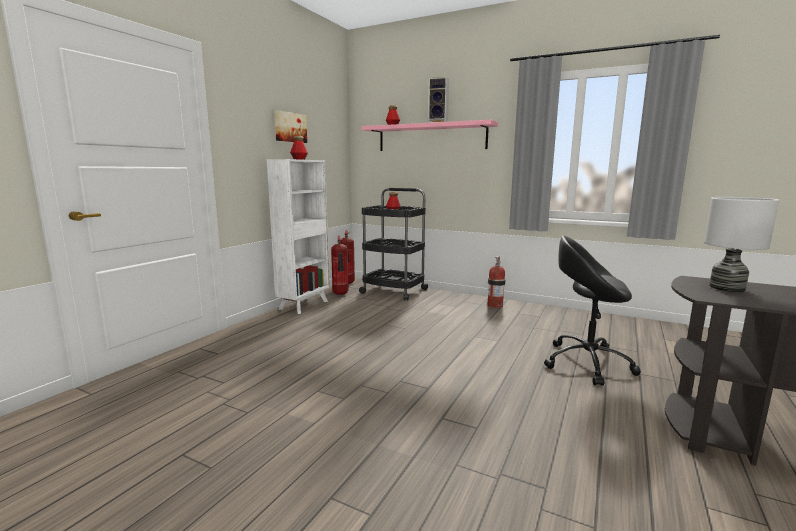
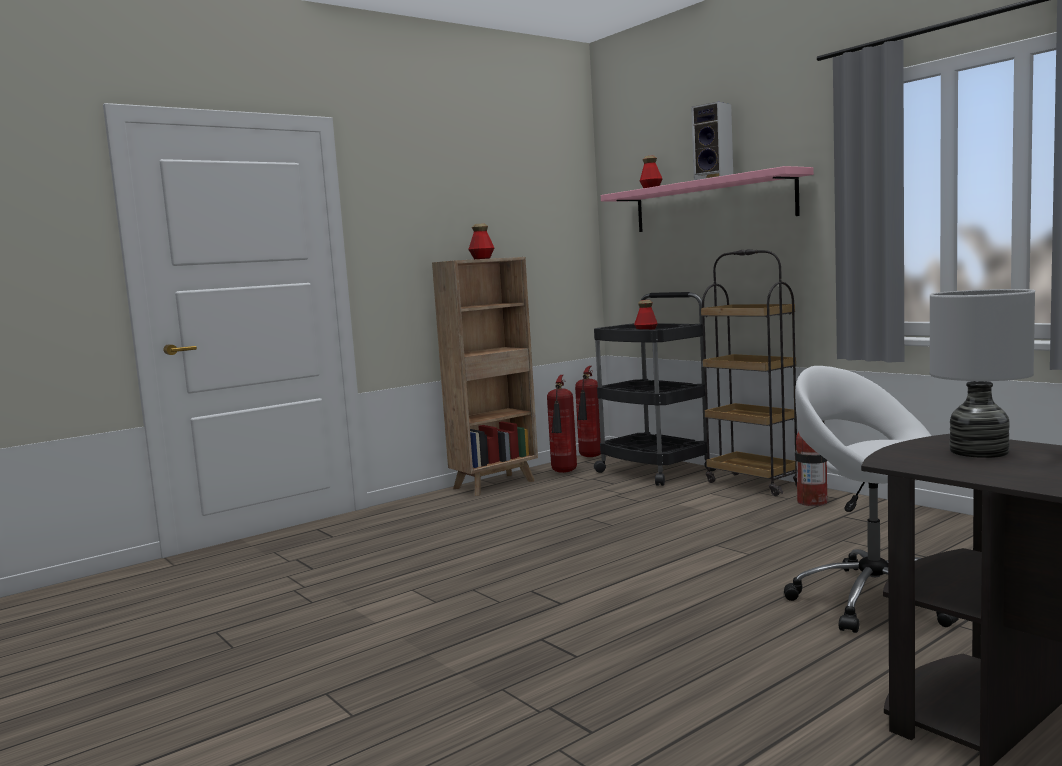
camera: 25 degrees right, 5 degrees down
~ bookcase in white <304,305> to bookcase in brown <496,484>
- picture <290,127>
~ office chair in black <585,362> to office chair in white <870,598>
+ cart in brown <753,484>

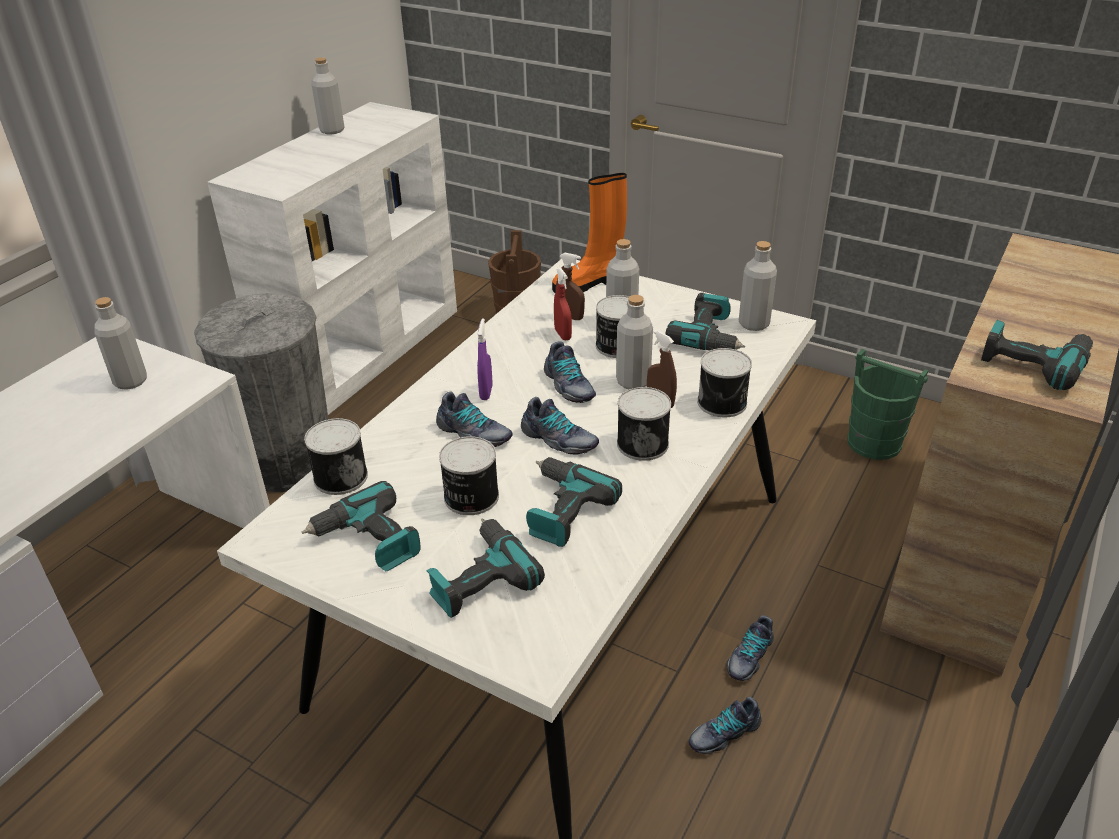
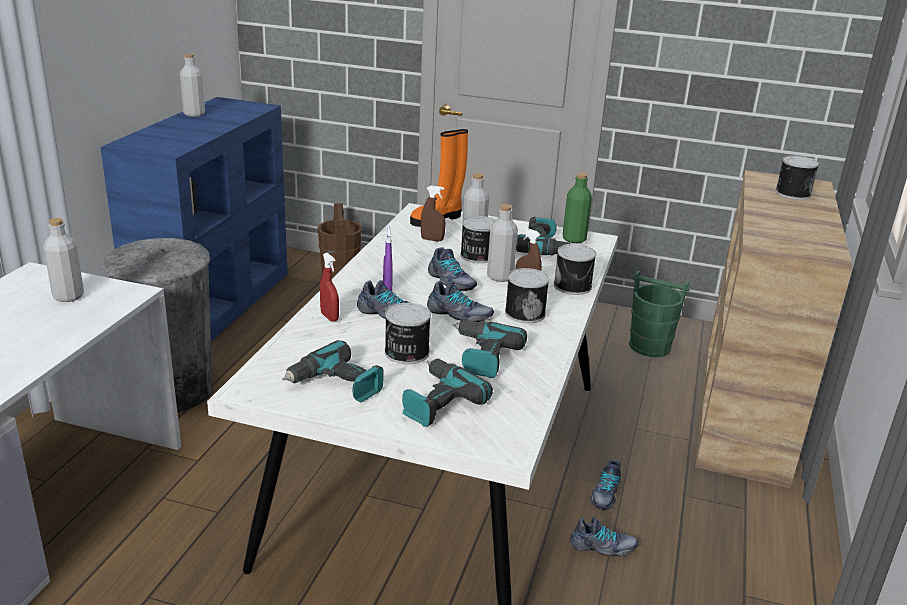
camera: 15 degrees left, 10 degrees down
~ bookcase in white <362,349> to bookcase in blue <212,304>
~ can <340,476> to <792,193>
~ spray bottle in red <563,335> to <329,317>
~ shoe <723,733> = <603,547> 135 degrees counterclockwise
~ bottle in grey <754,324> to bottle in green <574,239>
- power drill <1033,362>

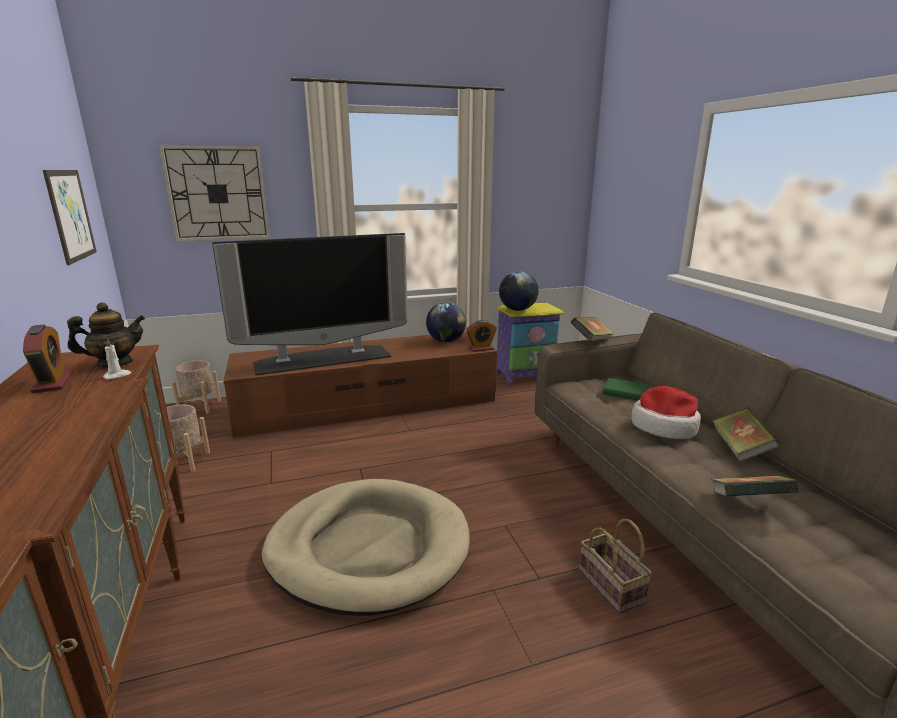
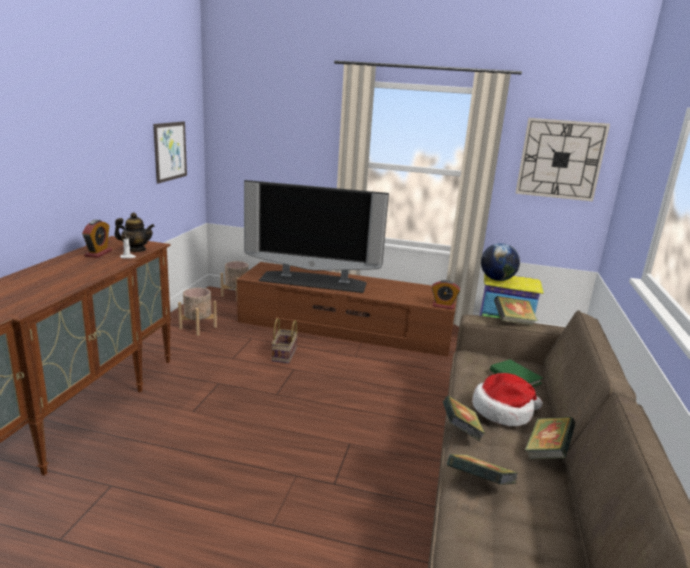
camera: 30 degrees right, 0 degrees up
~ wall clock <217,193> to <560,159>
- dog bed in beige <368,548>
- globe <446,341>
~ basket <613,587> to <284,355>
+ book <460,431>

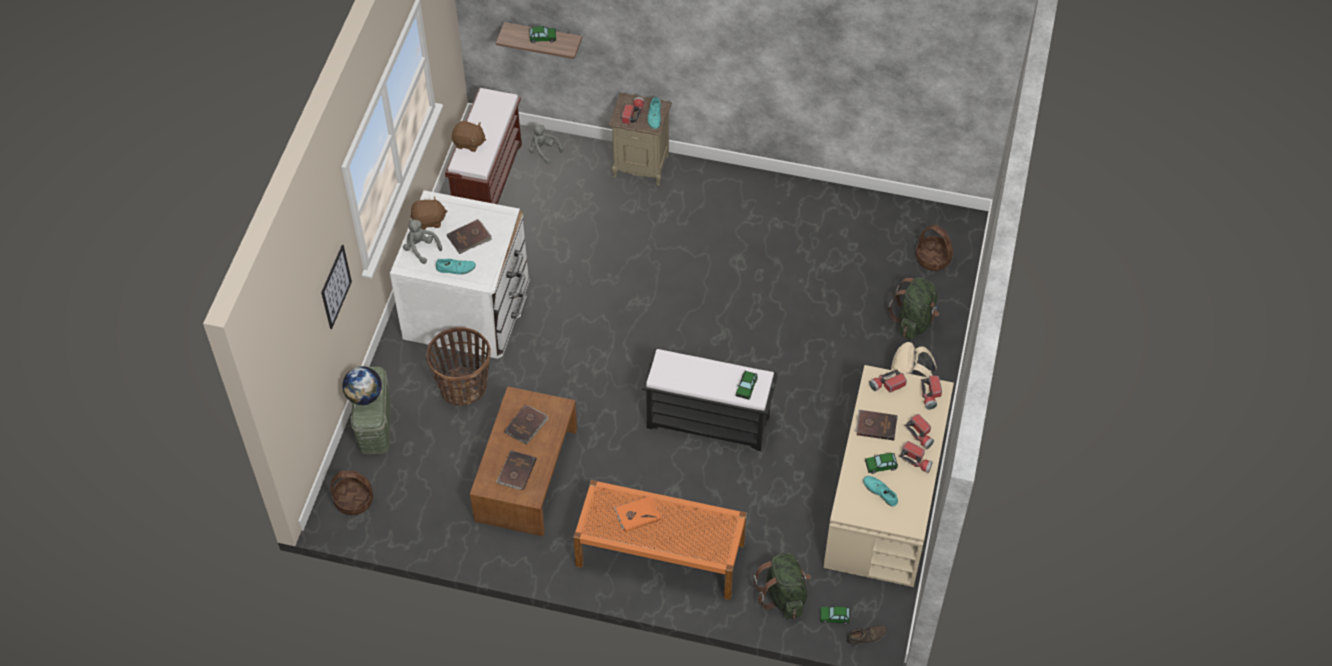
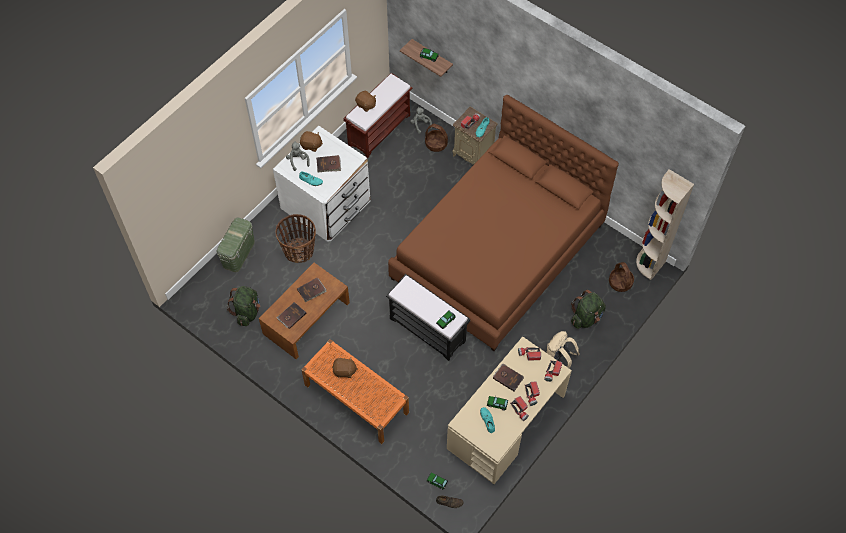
camera: 25 degrees right, 5 degrees up
- picture <336,286>
~ basket <354,500> to <436,144>
- globe <364,396>
~ book in orange <637,514> to plush toy in brown <344,371>
~ backpack in green <783,595> to <247,311>
+ bed in brown <498,251>
+ bookcase in beige <647,265>

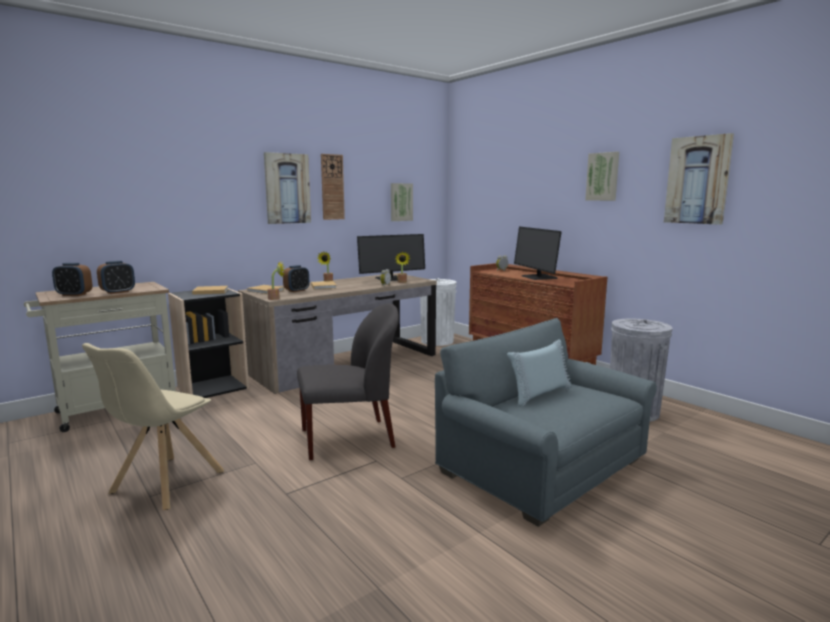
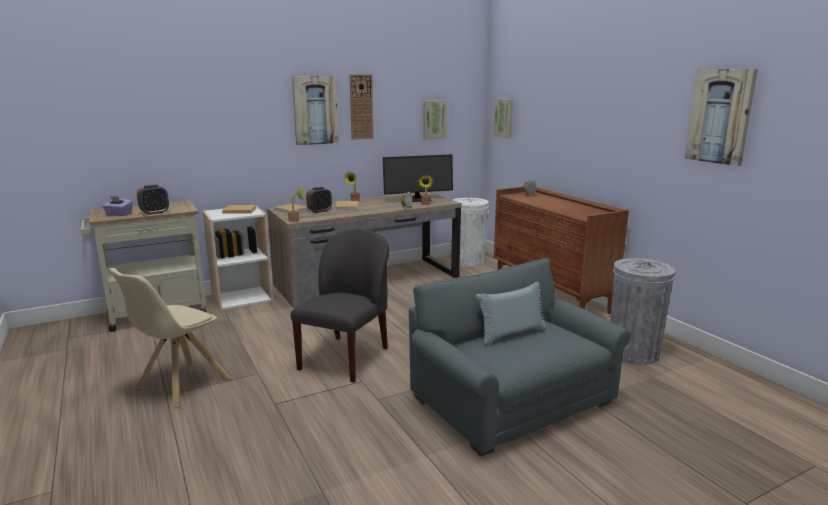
camera: 10 degrees right, 5 degrees up
~ alarm clock <74,295> to tissue box in purple <118,214>
~ bookcase in black <213,387> to bookcase in white <243,298>
~ chair in grey <350,438> = <346,358> 60 degrees counterclockwise
- monitor <538,277>
~ picture <603,176> to <504,118>

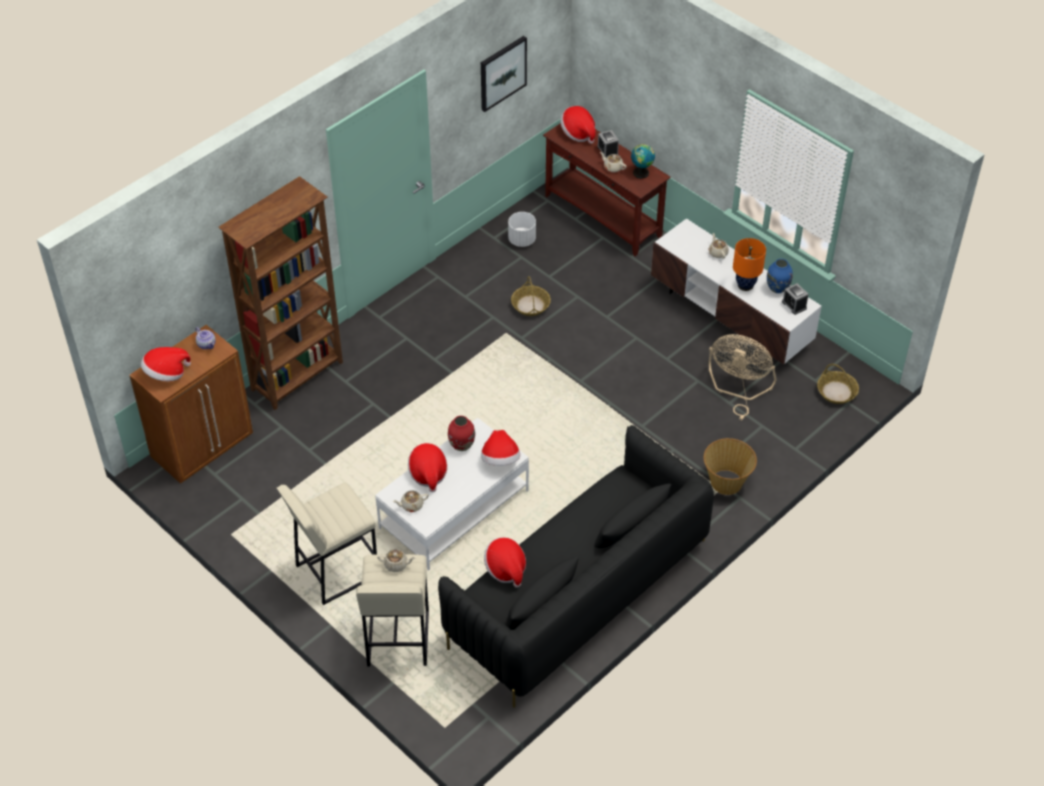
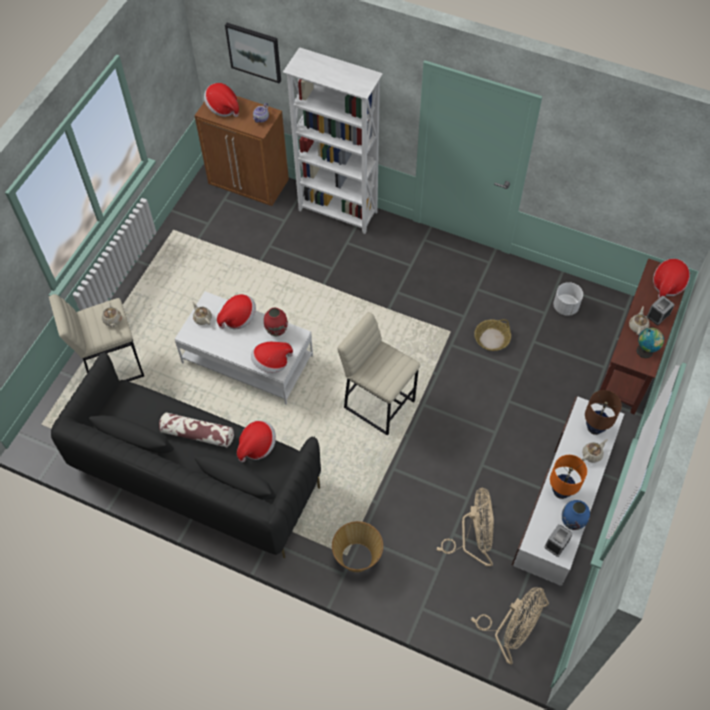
camera: 70 degrees right, 10 degrees up
~ bookcase in brown <298,376> to bookcase in white <338,212>
~ stool in beige <335,572> to <377,403>
~ picture <502,73> to <254,52>
~ hat <505,568> to <257,446>
~ basket <836,392> to fan in beige <511,628>
+ pillow <197,434>
+ table lamp in brown <595,427>

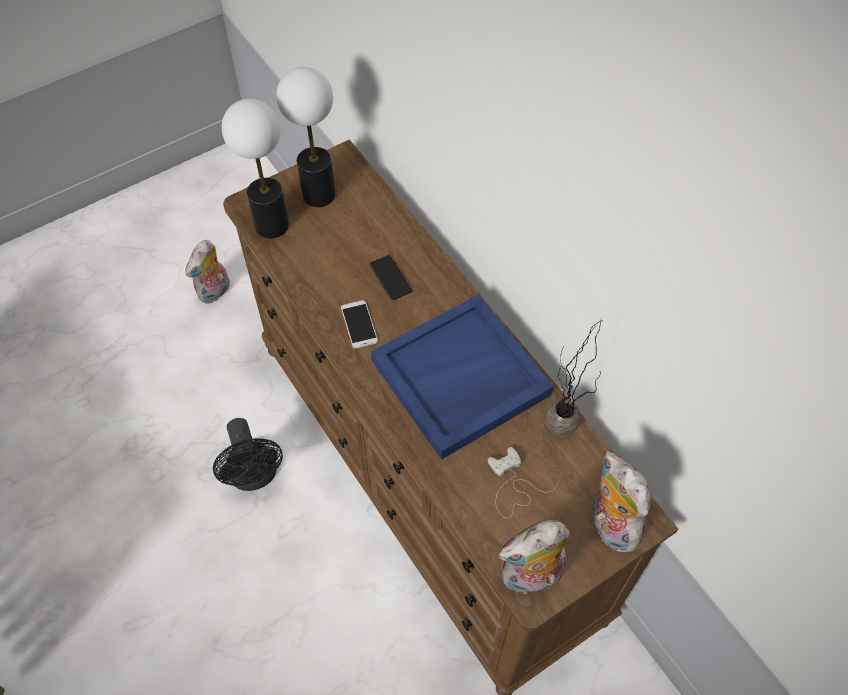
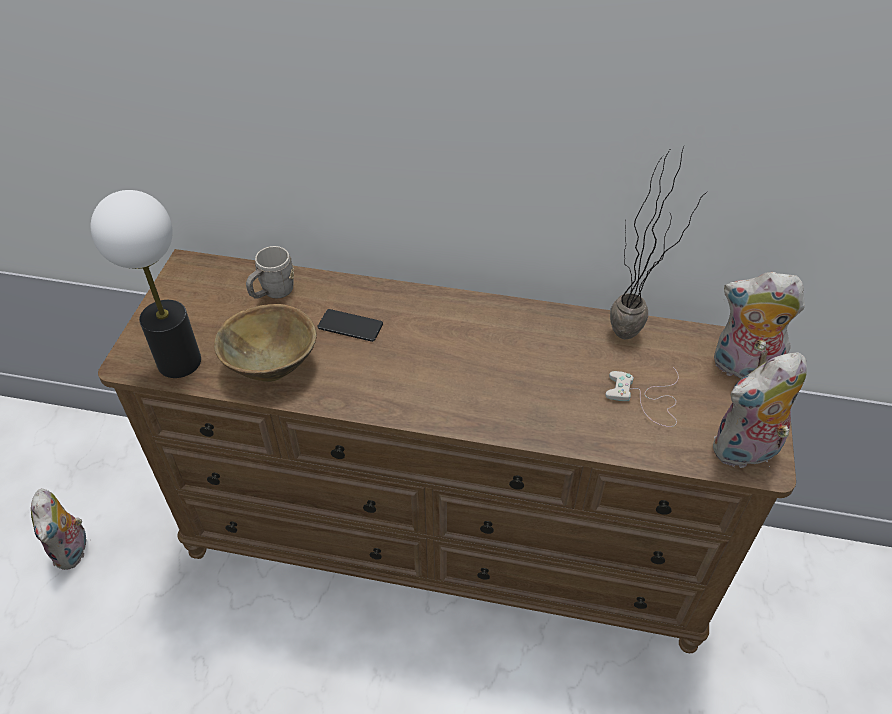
camera: 45 degrees left, 10 degrees down
- fan in black <255,476>
- table lamp <318,194>
- phone <359,324>
- tray in blue <460,379>
~ plush toy <531,577> = <745,452> 45 degrees clockwise
+ bowl in brown <272,365>
+ mug in grey <272,293>

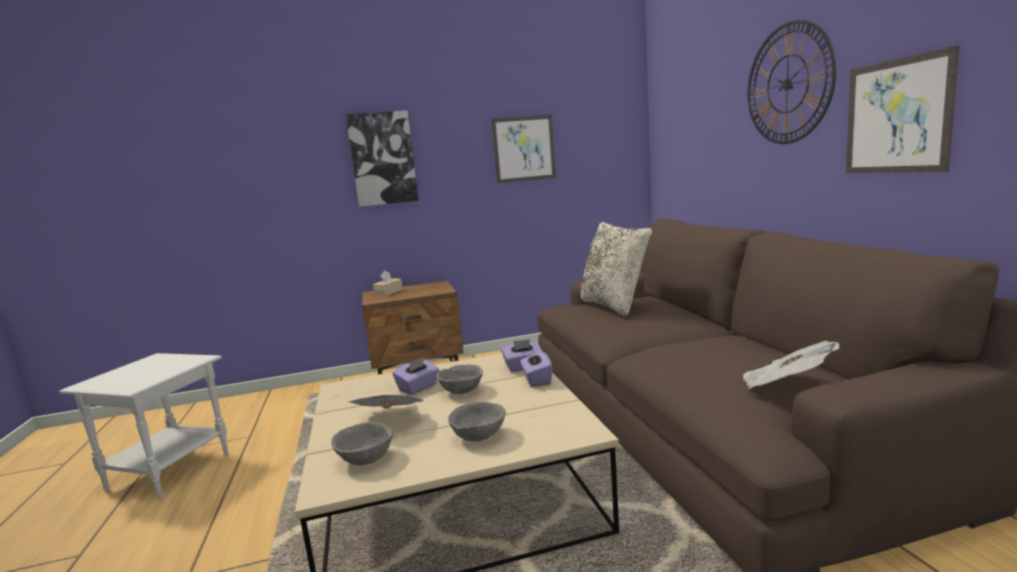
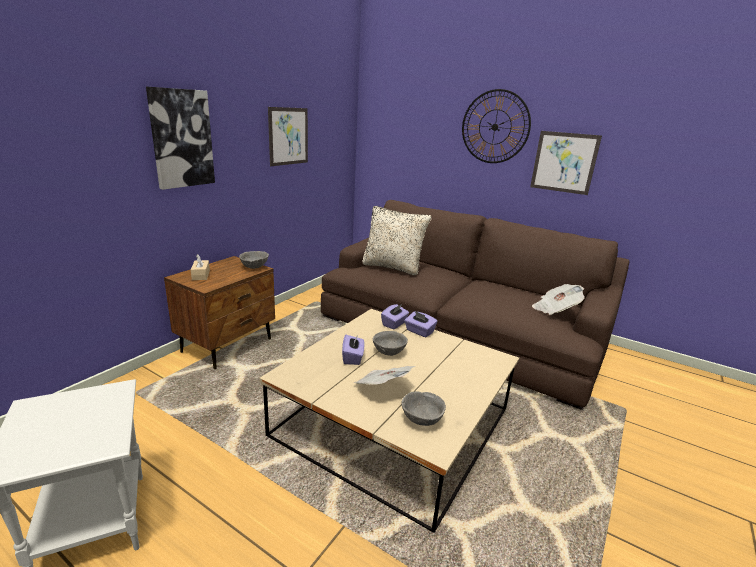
camera: 45 degrees left, 10 degrees up
~ bowl in grey <479,437> to <255,267>

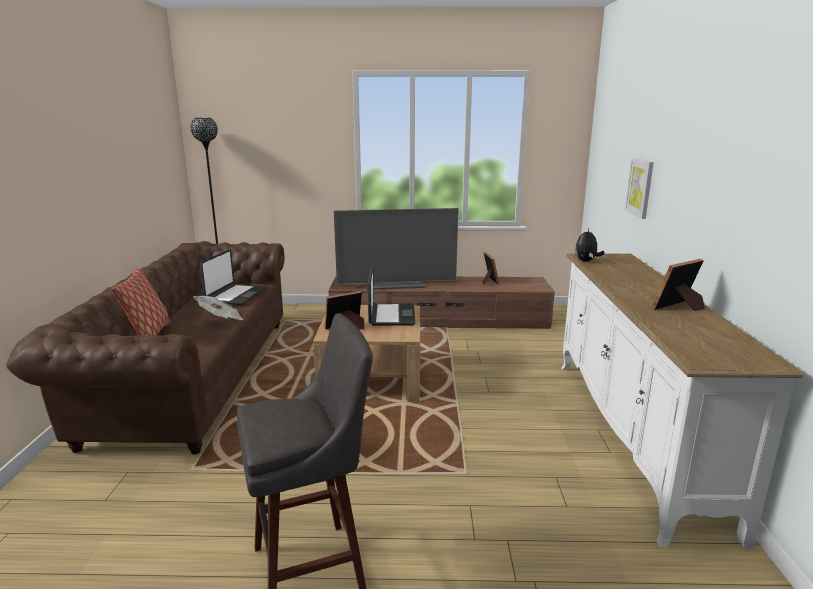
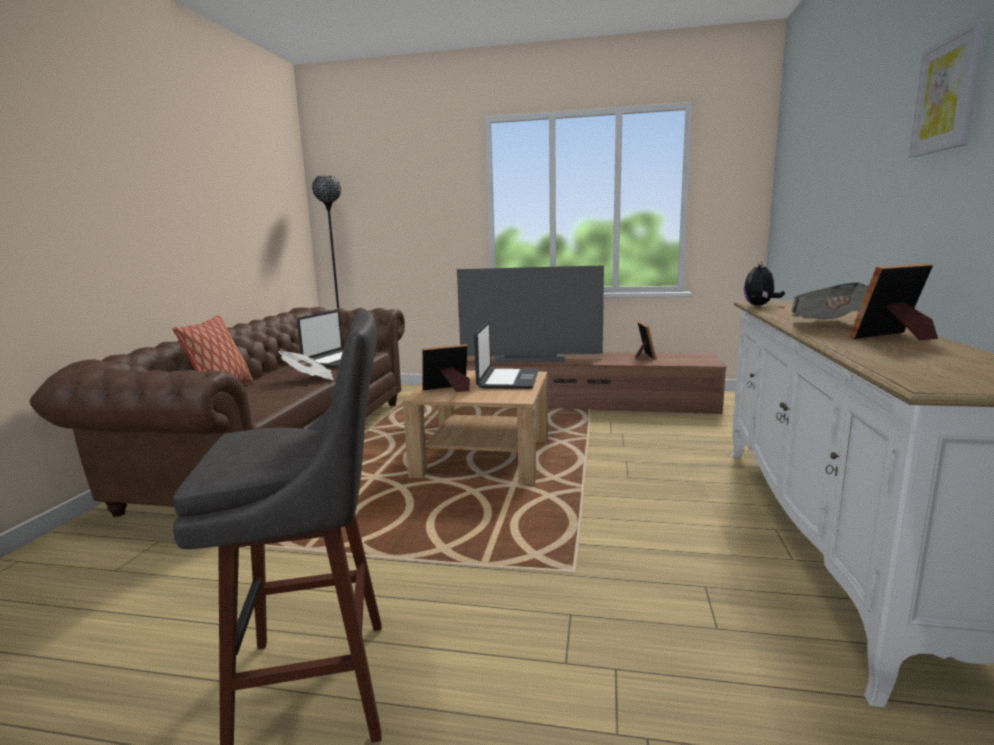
camera: 10 degrees right, 5 degrees down
~ picture <640,187> to <948,94>
+ newspaper <831,325>

